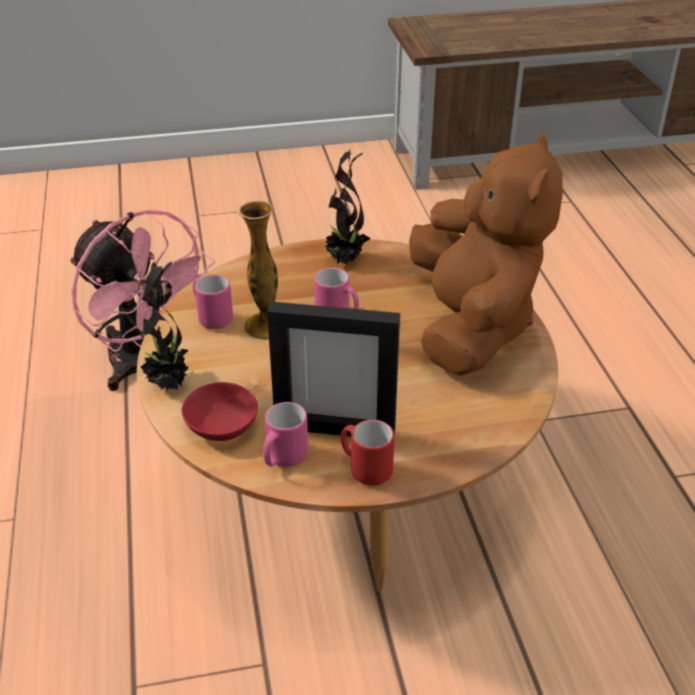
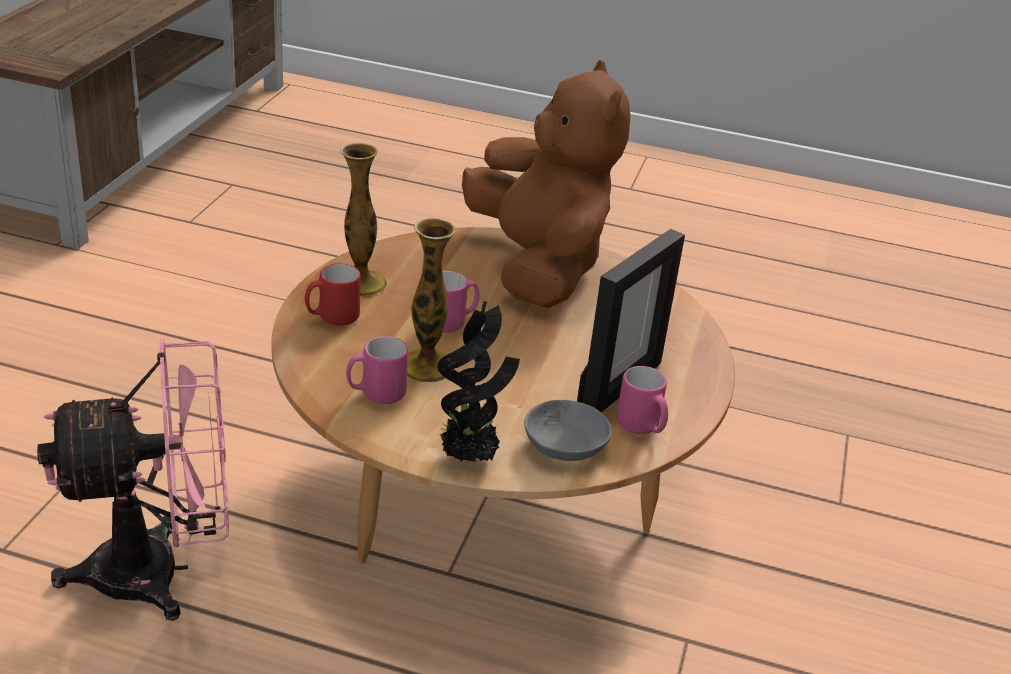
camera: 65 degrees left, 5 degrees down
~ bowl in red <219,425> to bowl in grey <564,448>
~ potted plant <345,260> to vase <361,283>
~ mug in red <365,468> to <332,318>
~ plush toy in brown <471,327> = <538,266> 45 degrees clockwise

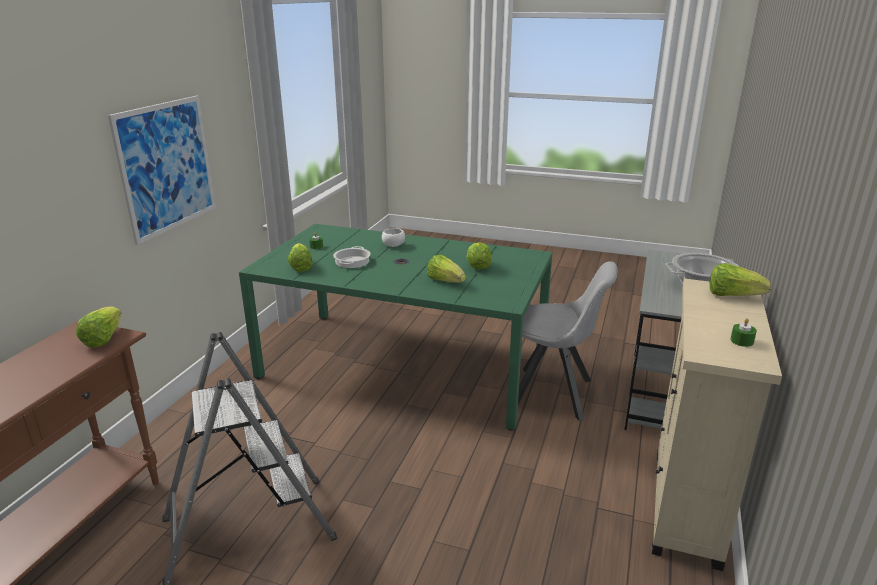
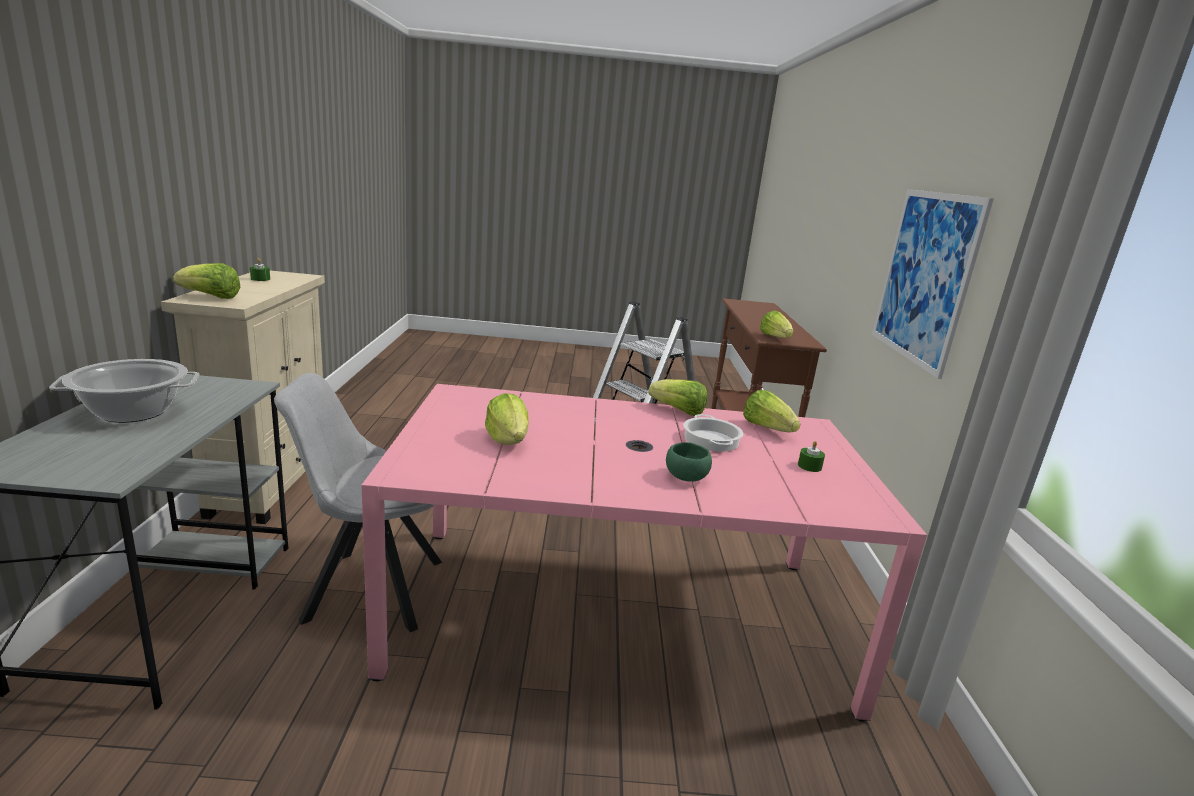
camera: 160 degrees right, 5 degrees down
~ dining table in green <404,364> to dining table in pink <618,613>
~ bowl in white <394,245> to bowl in green <685,477>
~ lettuce <445,281> to <678,411>

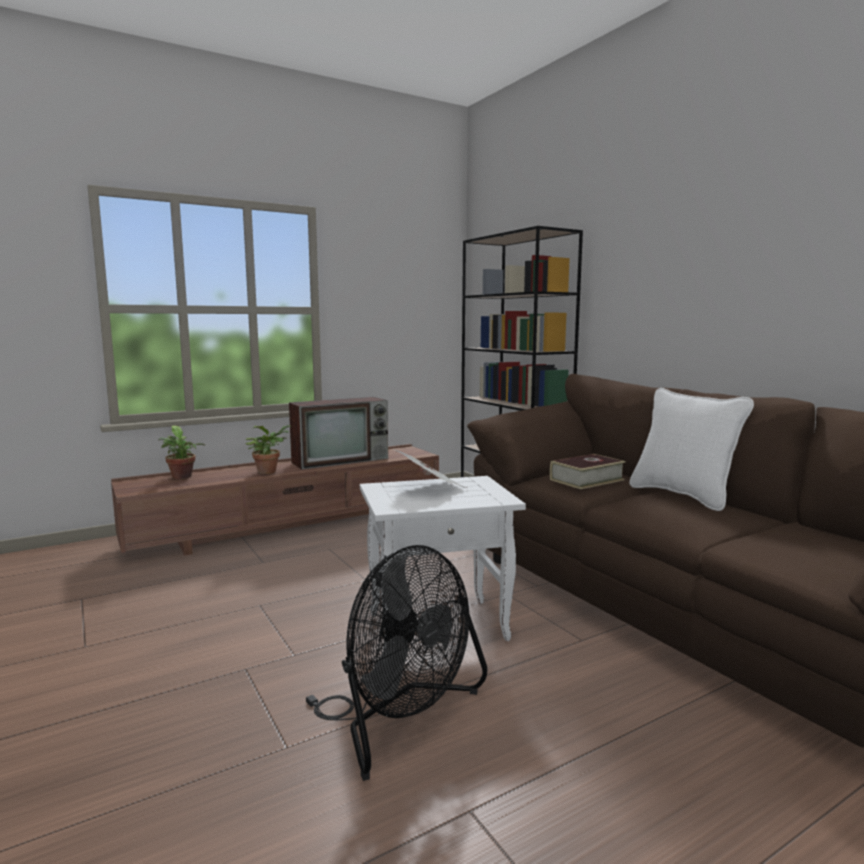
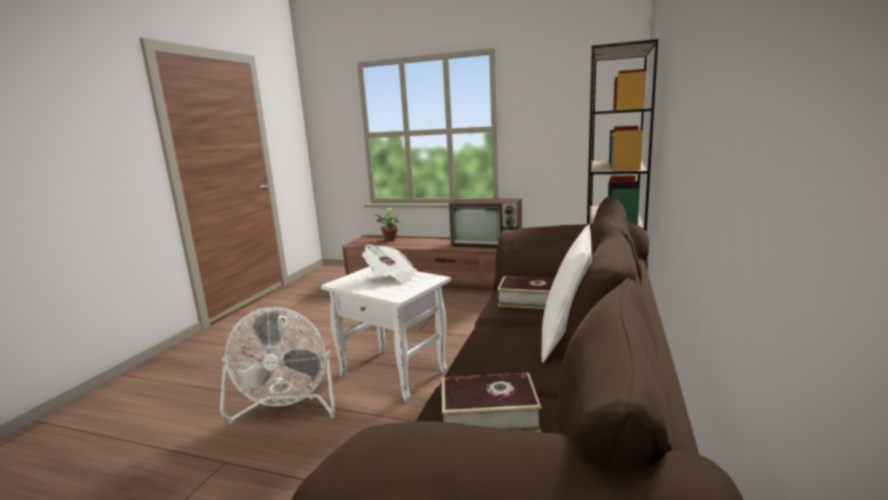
camera: 50 degrees right, 5 degrees up
- potted plant <268,471>
~ fan in black <396,720> to fan in white <284,407>
+ book <488,416>

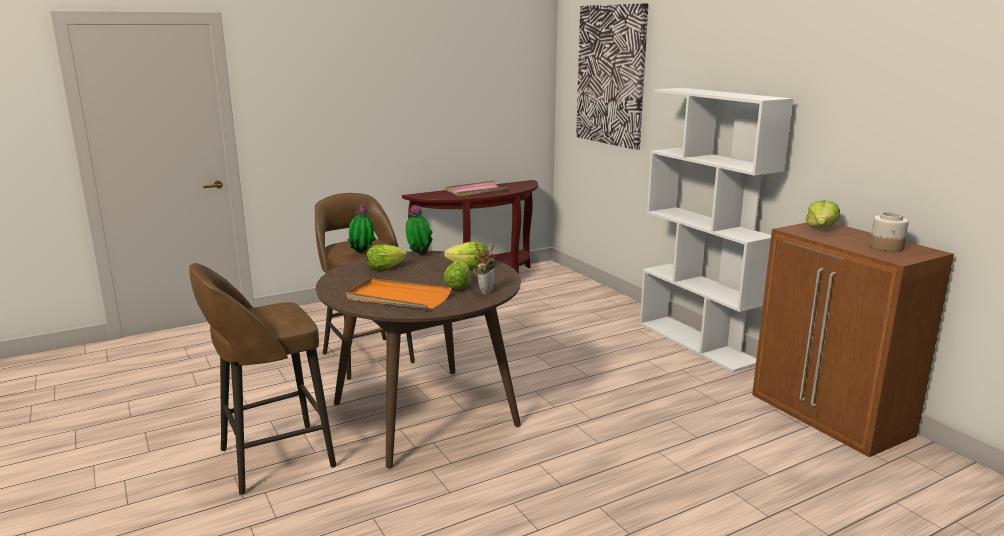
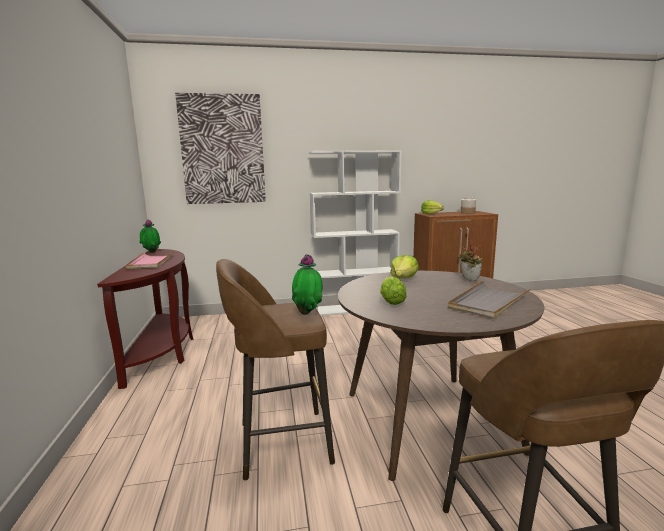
camera: 70 degrees left, 5 degrees down
~ tray in orange <398,298> to tray in grey <488,302>
~ potted plant <418,254> to <151,252>
- lettuce <458,285>

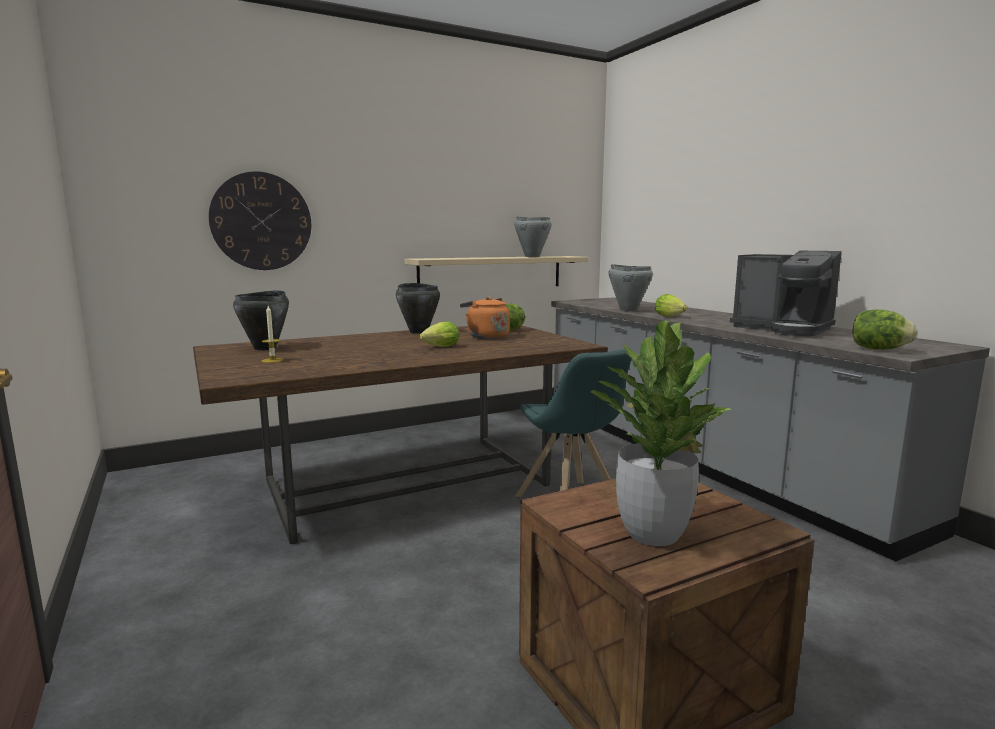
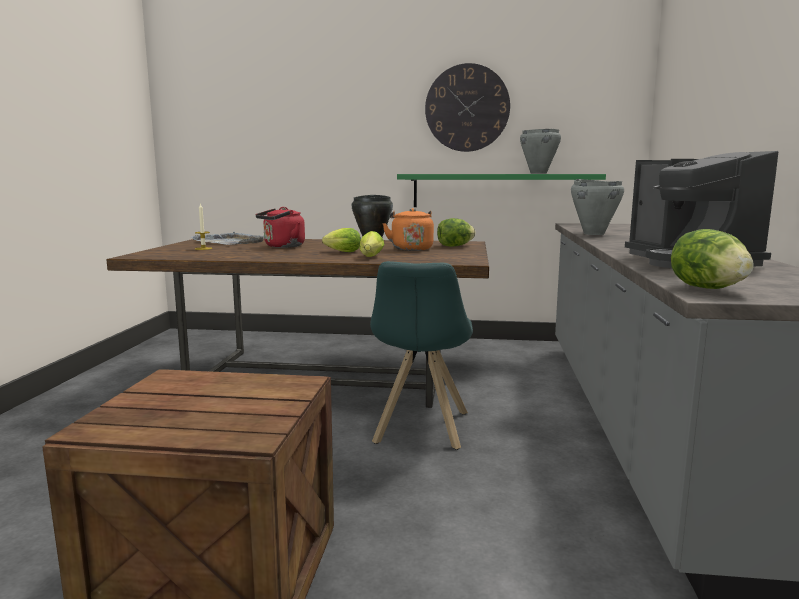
camera: 35 degrees right, 0 degrees up
~ wall clock <261,221> to <467,108>
~ cooking pot in black <266,348> to tray in grey <229,242>
~ shelf in beige <491,273> to shelf in green <497,190>
- potted plant <652,533>
~ lettuce <671,317> to <371,257>
+ kettle in red <282,246>

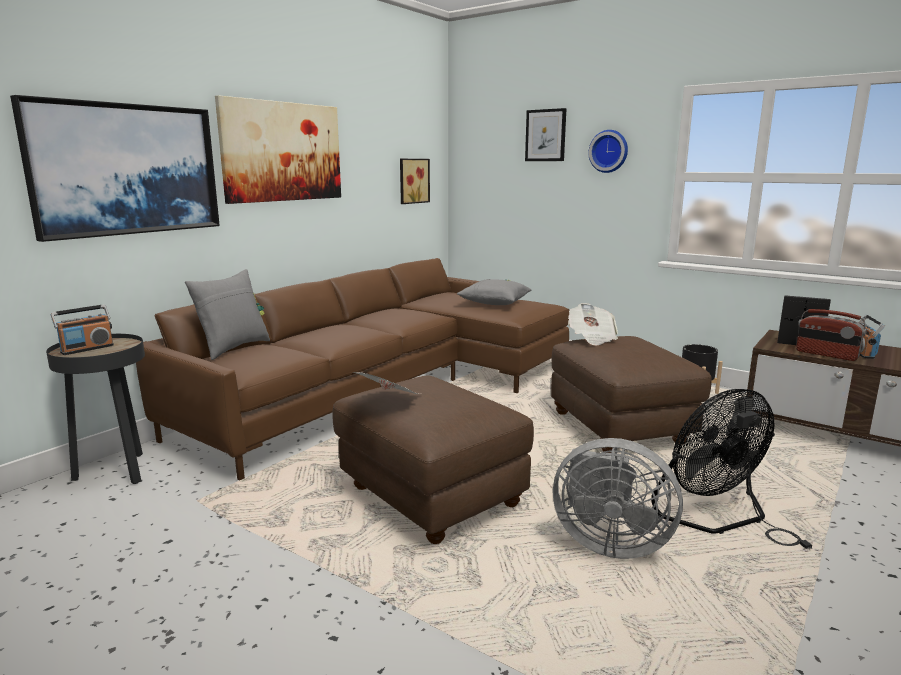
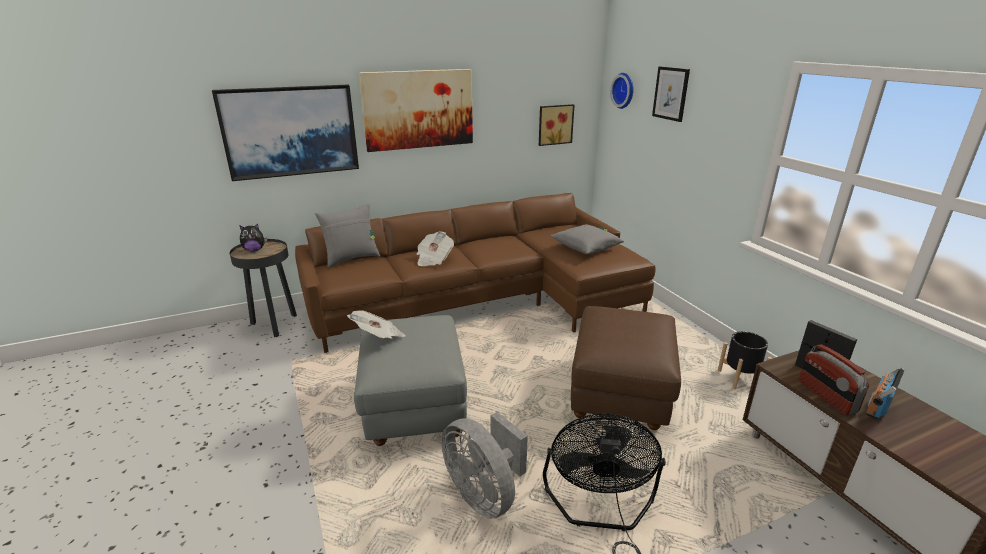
camera: 30 degrees right, 10 degrees up
~ radio <87,349> to plush toy <254,250>
~ ottoman in brown <430,496> to ottoman in grey <414,406>
~ newspaper <592,338> to <433,259>
~ wall clock <609,151> to <624,90>

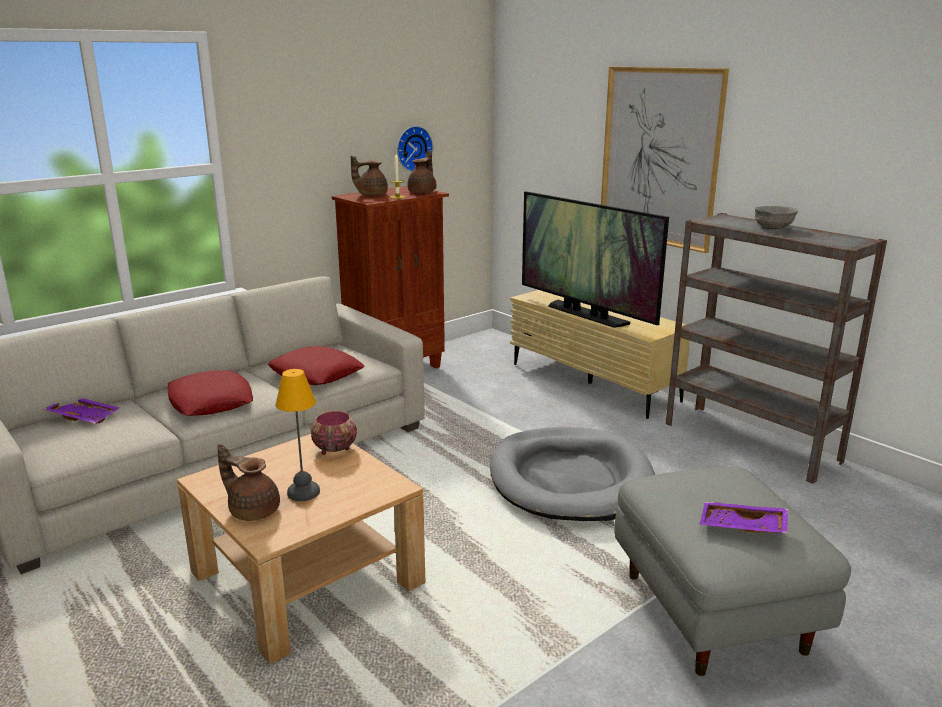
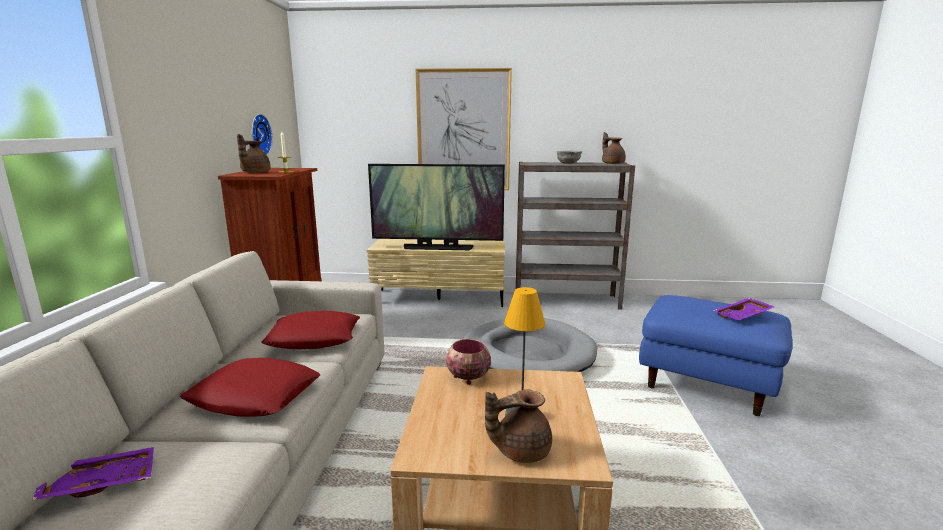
camera: 45 degrees left, 5 degrees down
~ teapot in brown <423,192> to <612,163>
~ ottoman in grey <714,615> to ottoman in blue <707,385>

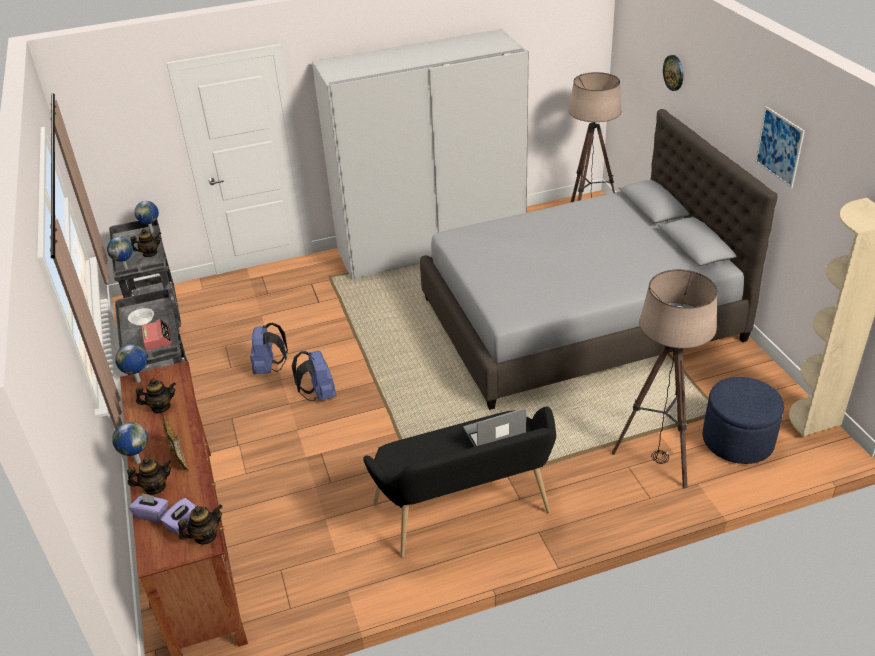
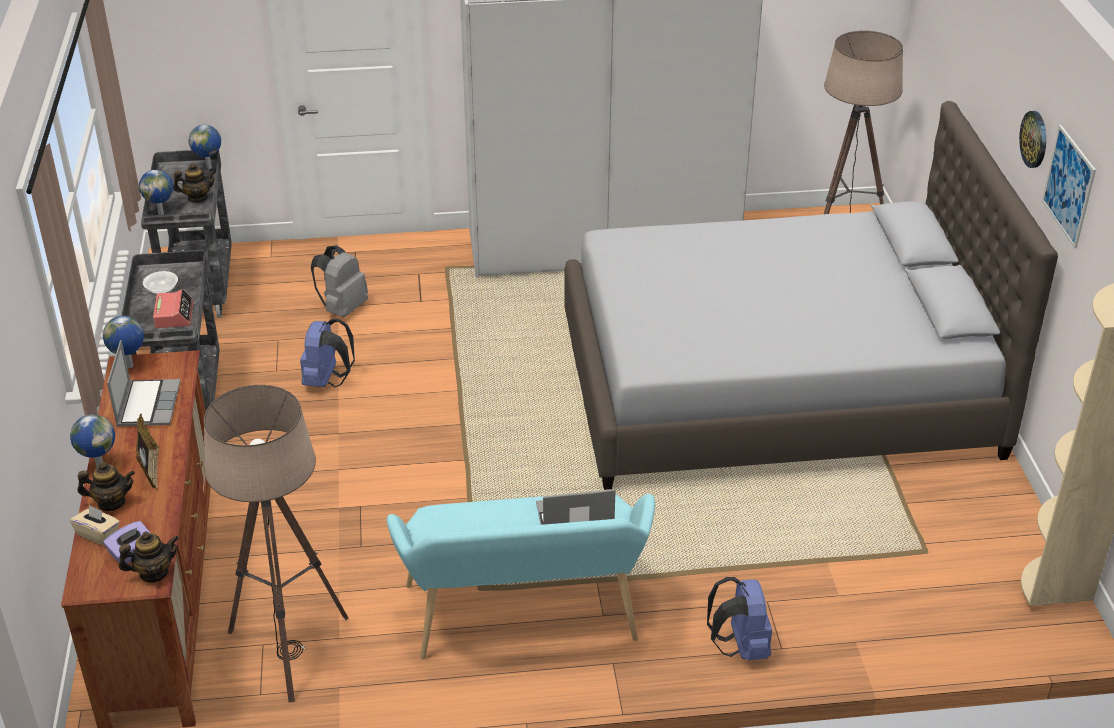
camera: 10 degrees right, 0 degrees up
~ tissue box in purple <152,514> to tissue box in beige <98,534>
~ teapot <161,407> to laptop <147,404>
~ backpack in blue <319,395> to <740,647>
~ bench in black <466,513> to bench in turquoise <525,620>
~ floor lamp <658,456> to <289,649>
~ wall clock <674,72> to <1034,139>
- ottoman in blue <737,440>
+ backpack in grey <342,308>

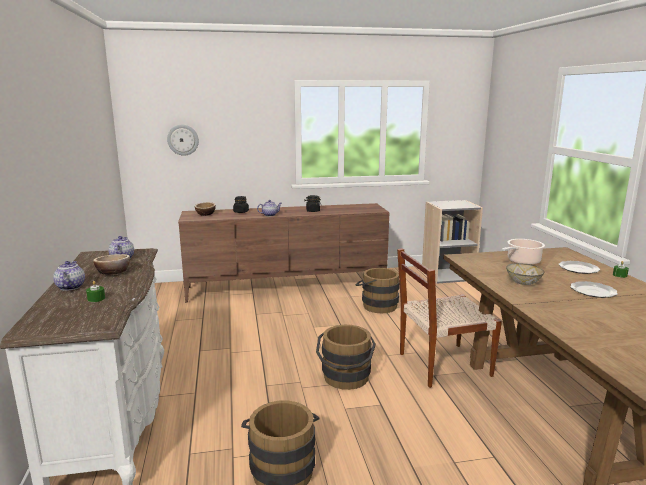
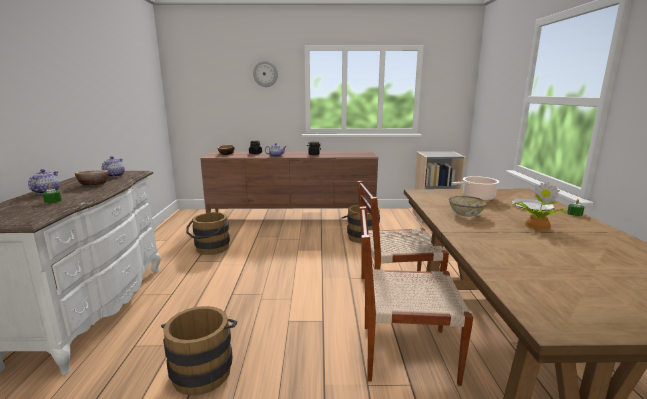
camera: 10 degrees right, 0 degrees up
~ wall clock <183,140> to <265,74>
~ bucket in brown <345,379> to <210,249>
~ plate <592,291> to potted plant <536,226>
+ chair <404,353>

